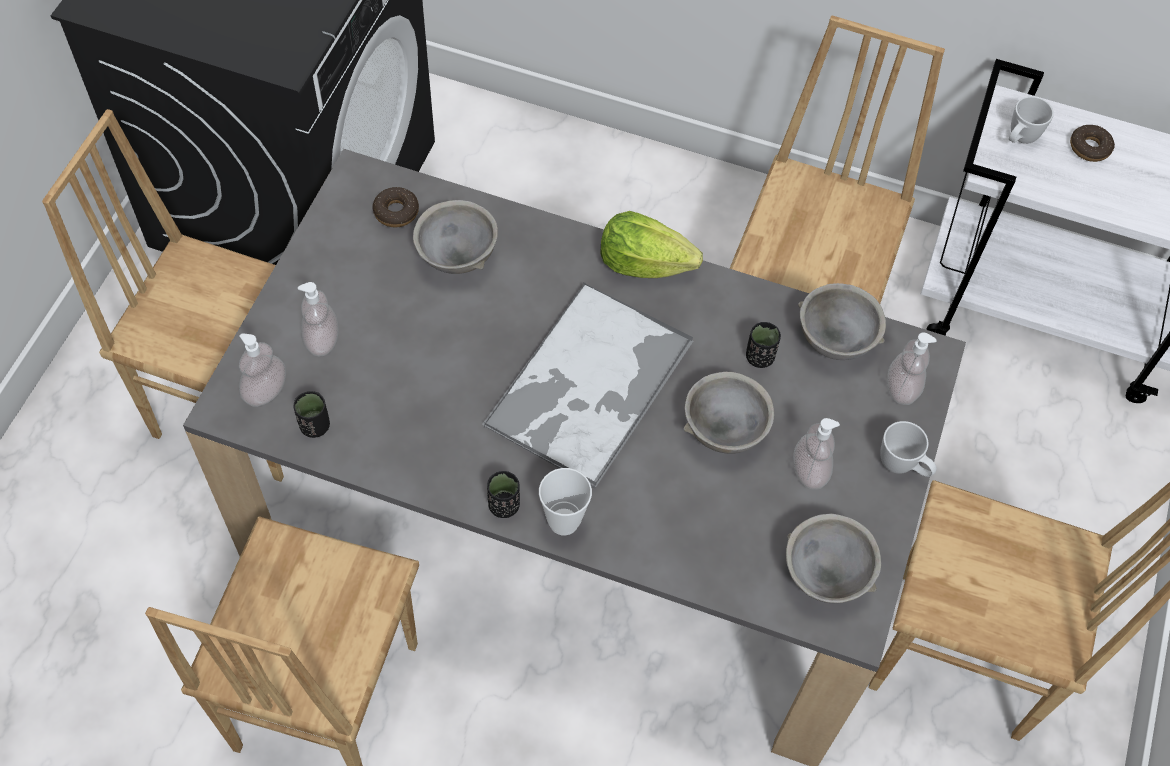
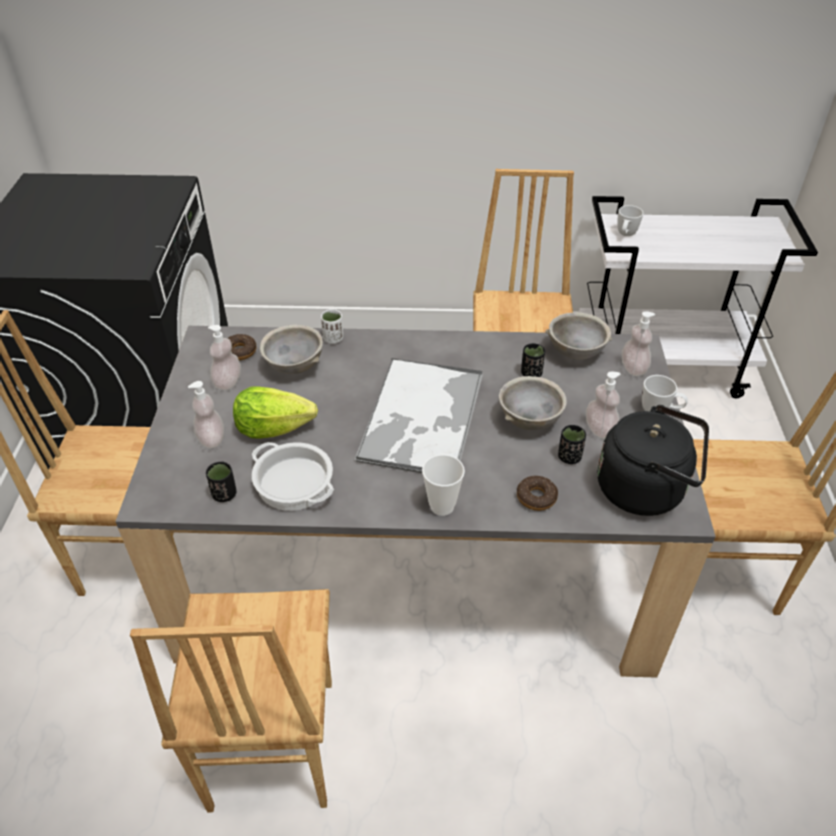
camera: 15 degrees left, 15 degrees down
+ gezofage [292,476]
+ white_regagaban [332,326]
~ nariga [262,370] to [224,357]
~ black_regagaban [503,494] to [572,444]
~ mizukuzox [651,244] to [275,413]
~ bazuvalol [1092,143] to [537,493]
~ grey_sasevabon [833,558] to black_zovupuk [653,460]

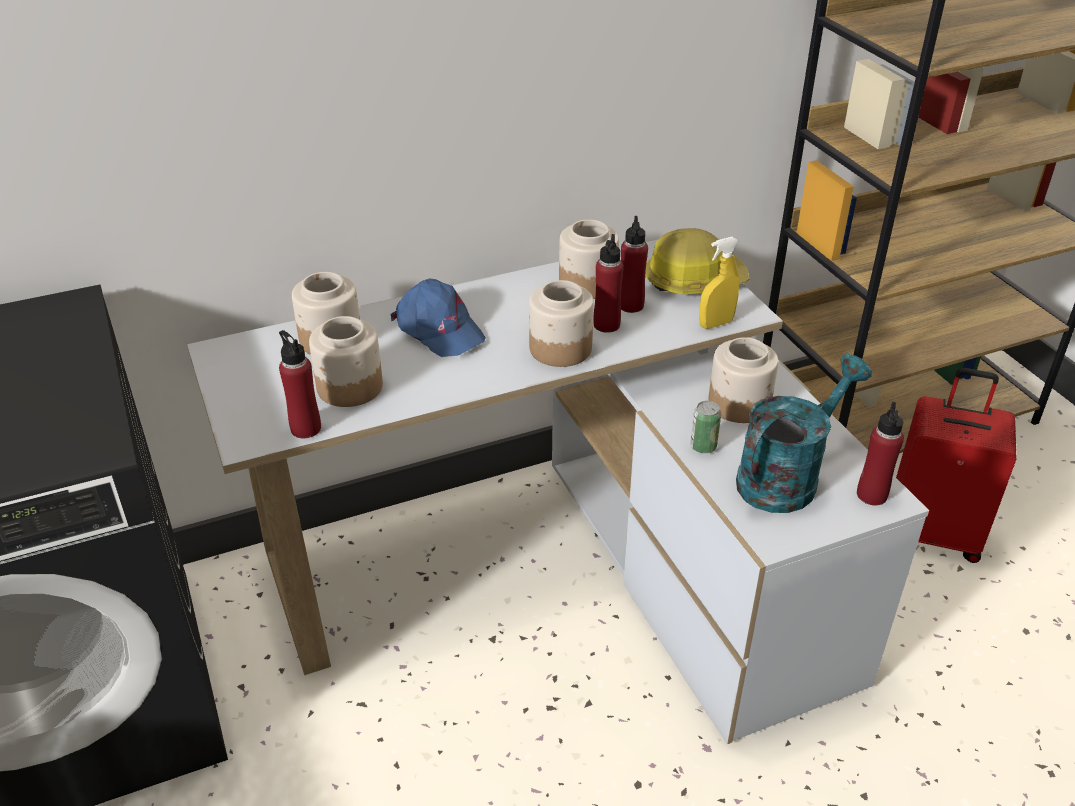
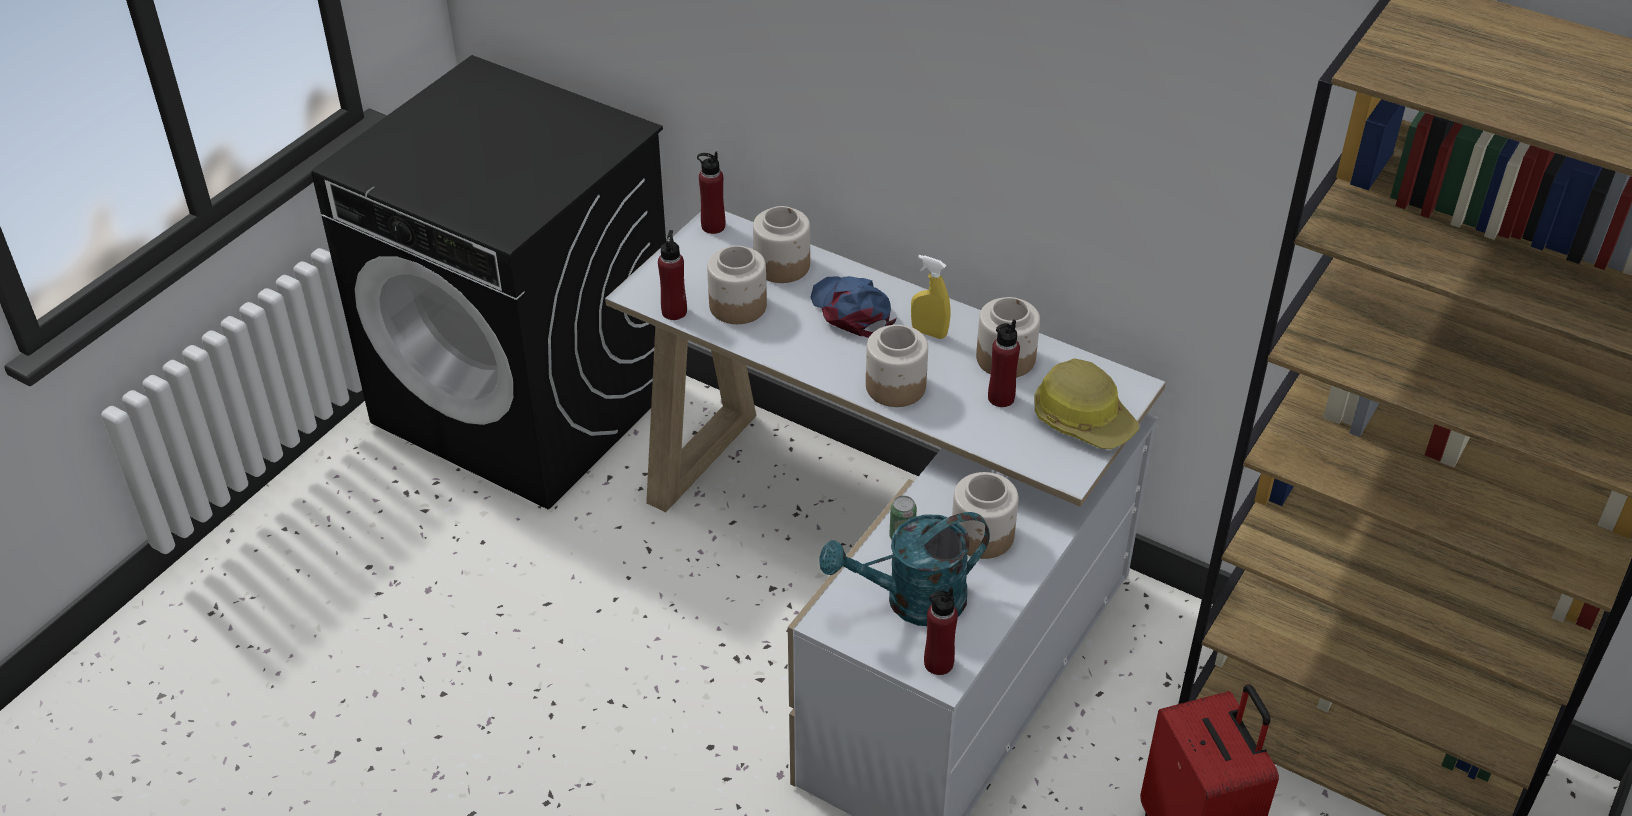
camera: 55 degrees right, 5 degrees up
~ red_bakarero [608,283] to [711,192]
~ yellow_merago [719,283] to [931,297]
~ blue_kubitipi [438,317] = [854,307] 135 degrees clockwise
~ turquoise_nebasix [804,433] = [904,569] 150 degrees clockwise

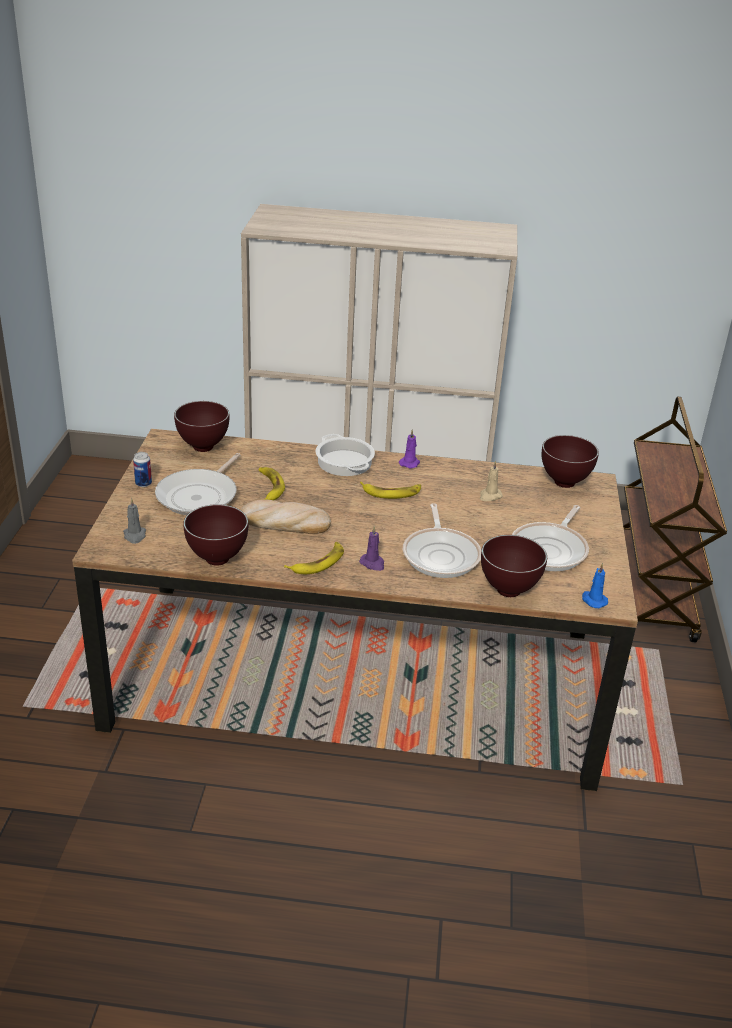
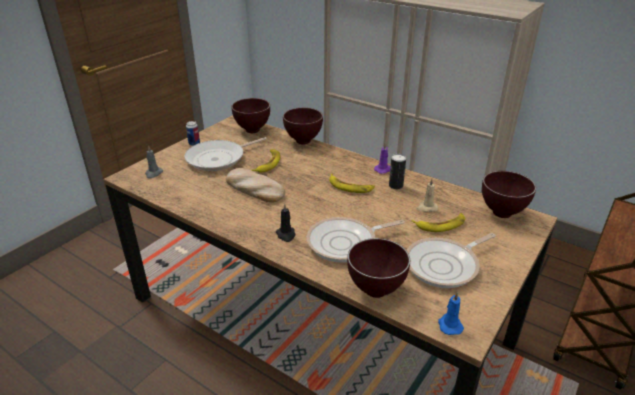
camera: 30 degrees right, 0 degrees up
- gezofage [345,455]
+ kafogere [397,171]
~ brown_sasevabon [215,535] to [303,126]
~ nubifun [314,558] to [438,222]
~ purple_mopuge [371,548] to black_mopuge [285,222]
~ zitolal [442,540] = [356,240] 45 degrees clockwise

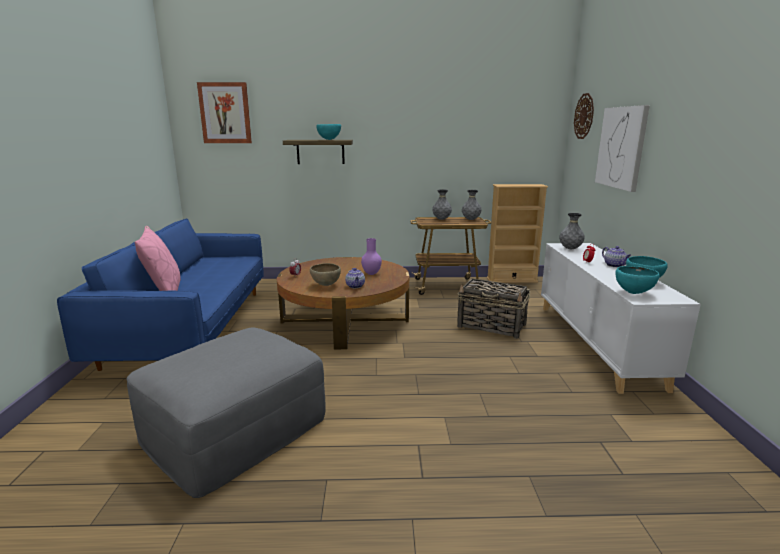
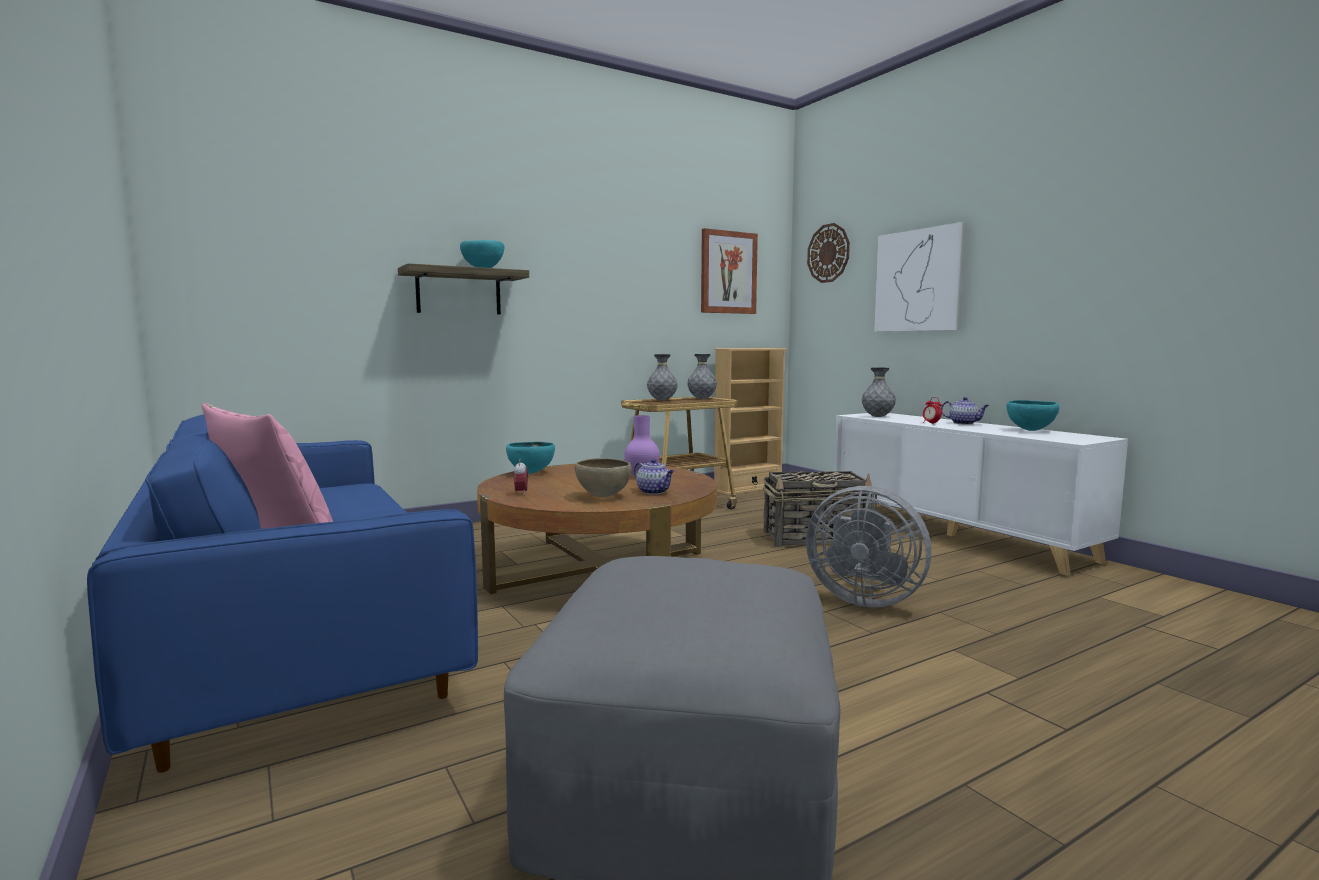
camera: 30 degrees left, 10 degrees down
+ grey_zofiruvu [869,547]
~ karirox [224,112] to [729,271]
~ turquoise_sasevabon [637,280] to [530,457]

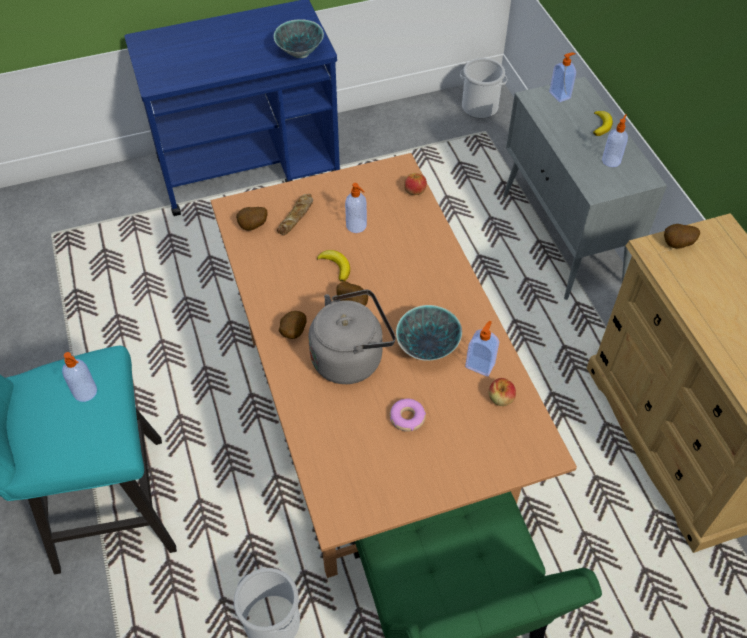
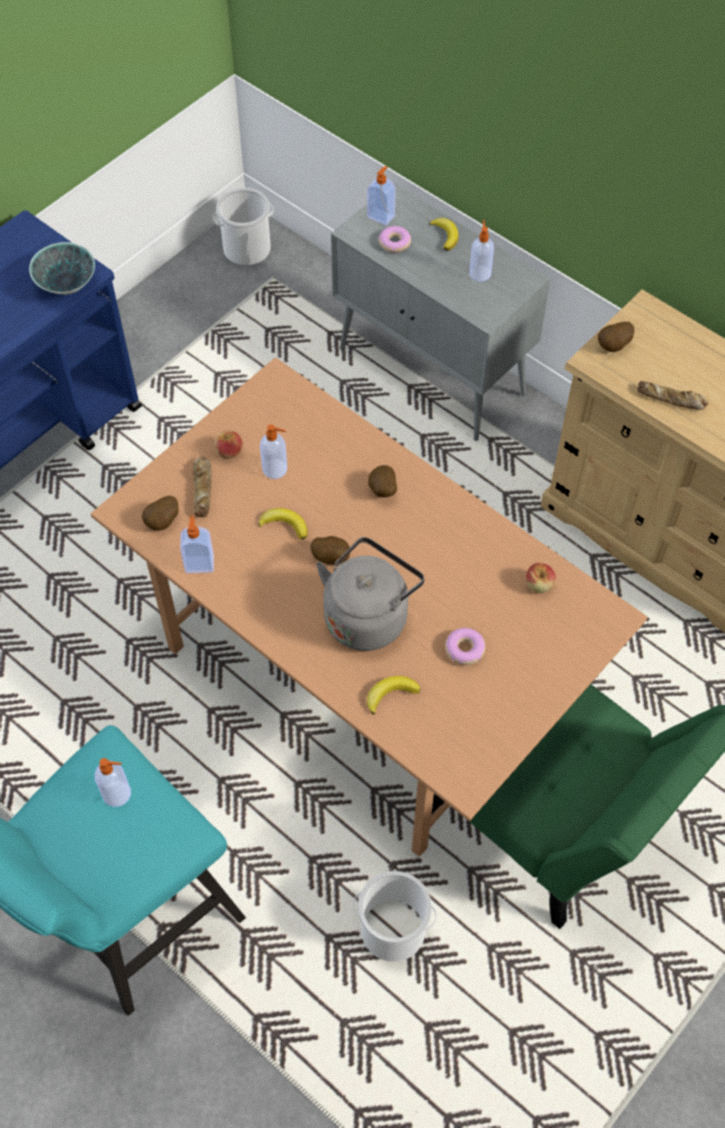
camera: 30 degrees left, 5 degrees up
- sasevabon [429,333]
+ nubifun [393,695]
+ bazuvalol [394,239]
+ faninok [672,395]
~ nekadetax [293,325] to [382,481]
~ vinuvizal [415,184] to [228,445]
~ nariga [482,349] to [197,544]

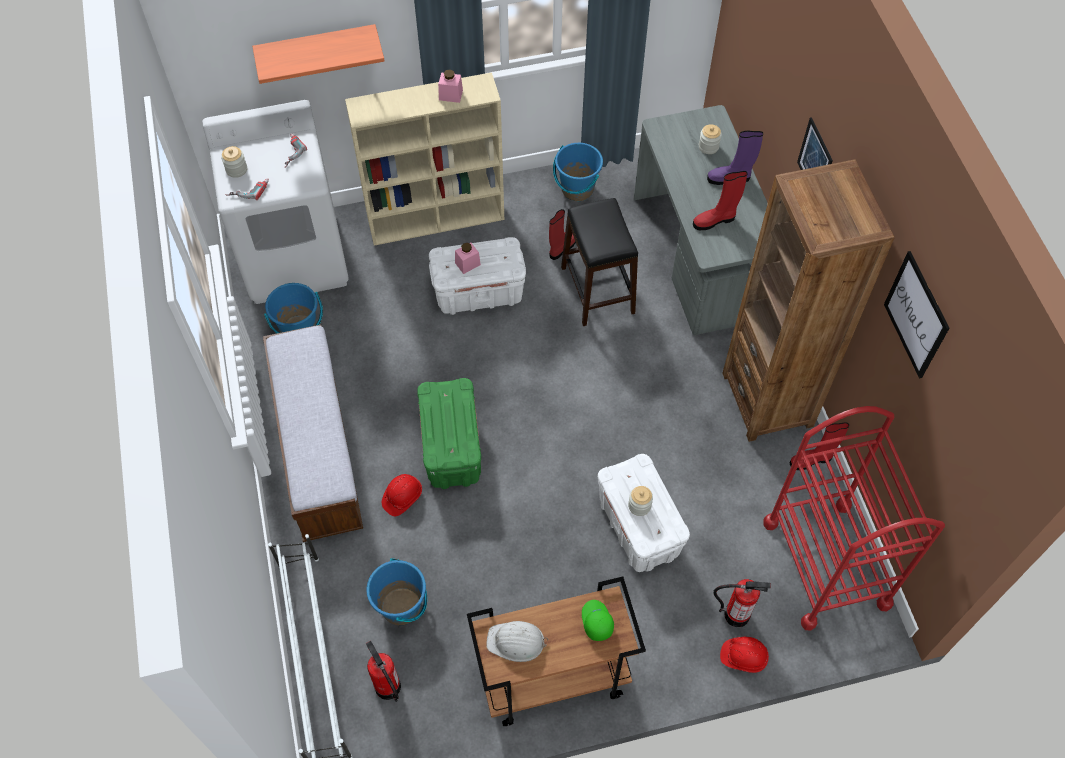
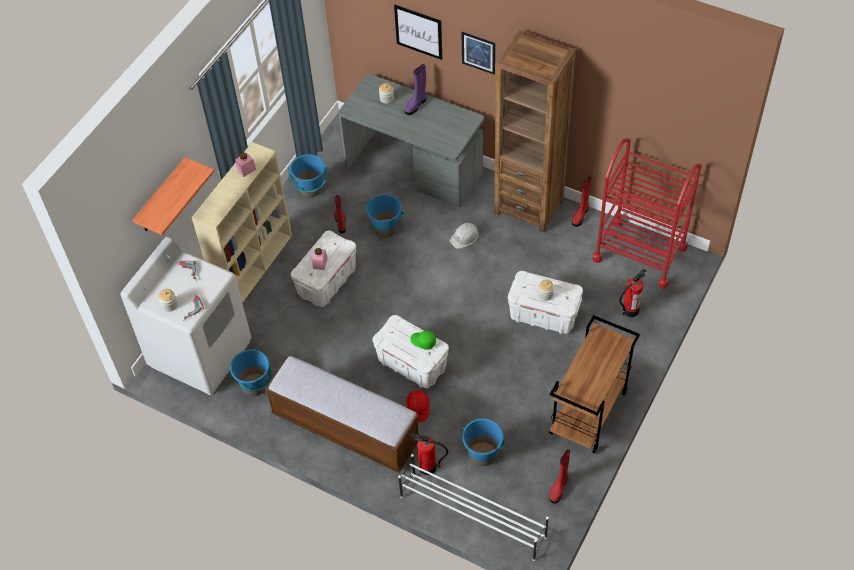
camera: 45 degrees left, 5 degrees down
- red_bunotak [744,655]
~ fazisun [383,671] to [430,454]
~ white_bunotak [517,641] to [464,236]
~ green_kubitipi [598,620] to [423,340]
~ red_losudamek [720,200] to [559,477]
~ karirox [916,315] to [418,32]
~ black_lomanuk [599,262] to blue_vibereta [384,216]
~ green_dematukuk [449,433] to white_dematukuk [411,351]

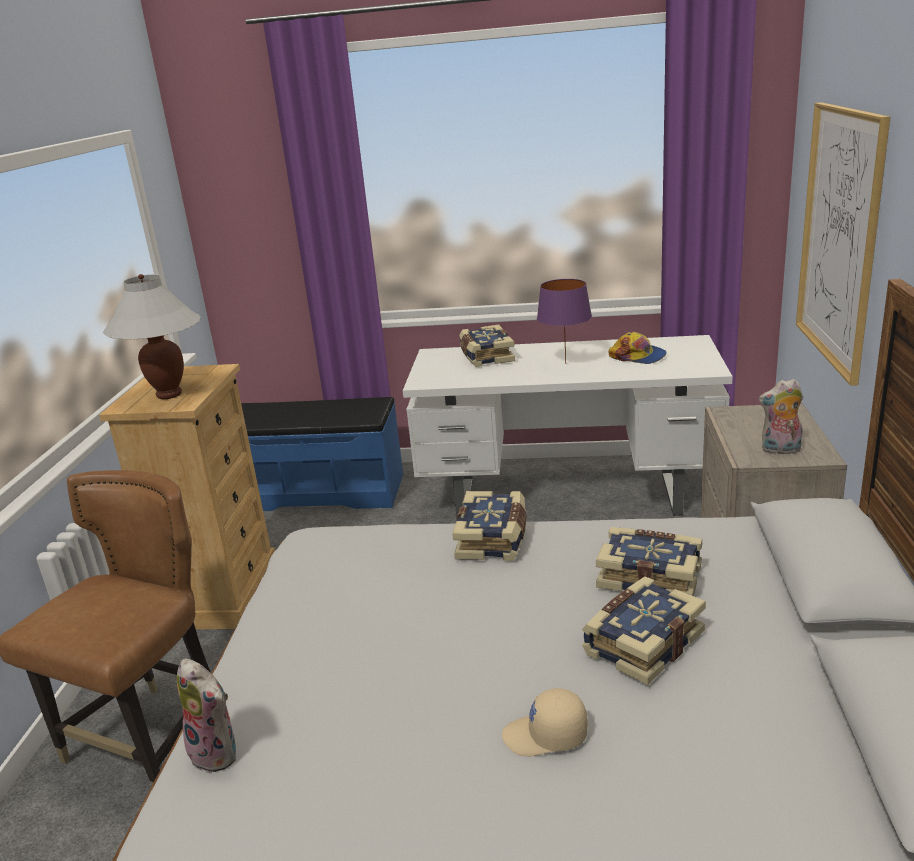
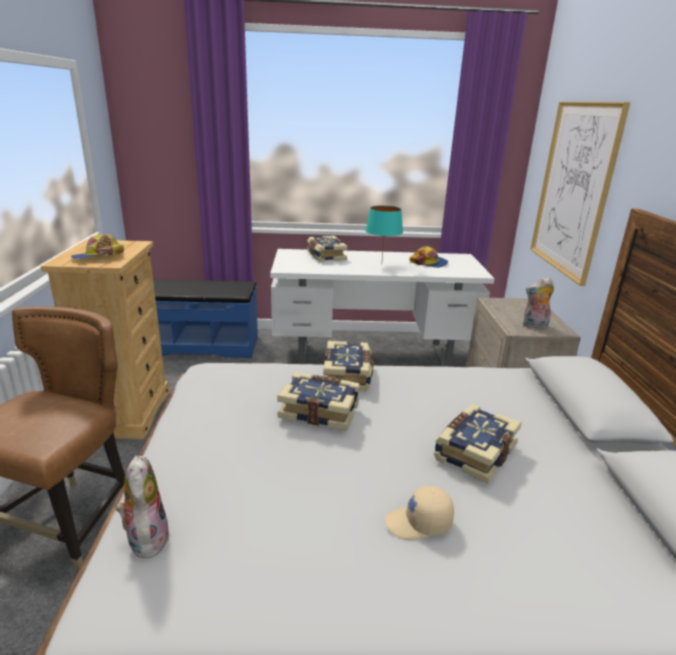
camera: 10 degrees left, 0 degrees up
~ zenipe [649,561] to [318,401]
~ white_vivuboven [152,336] to kubitipi [97,246]
~ purple_vivuboven [564,321] to turquoise_vivuboven [384,231]
~ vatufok [206,716] = [143,507] 135 degrees counterclockwise

